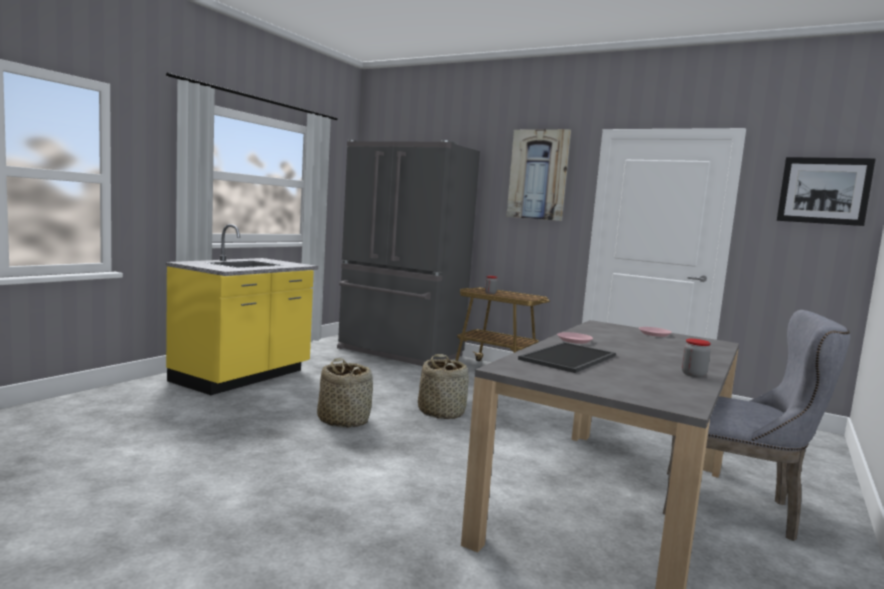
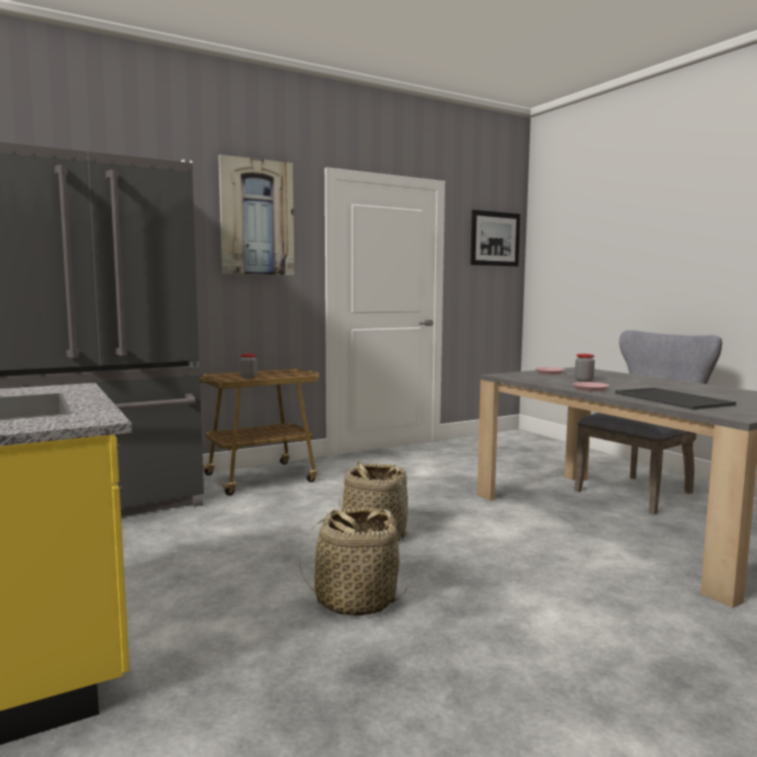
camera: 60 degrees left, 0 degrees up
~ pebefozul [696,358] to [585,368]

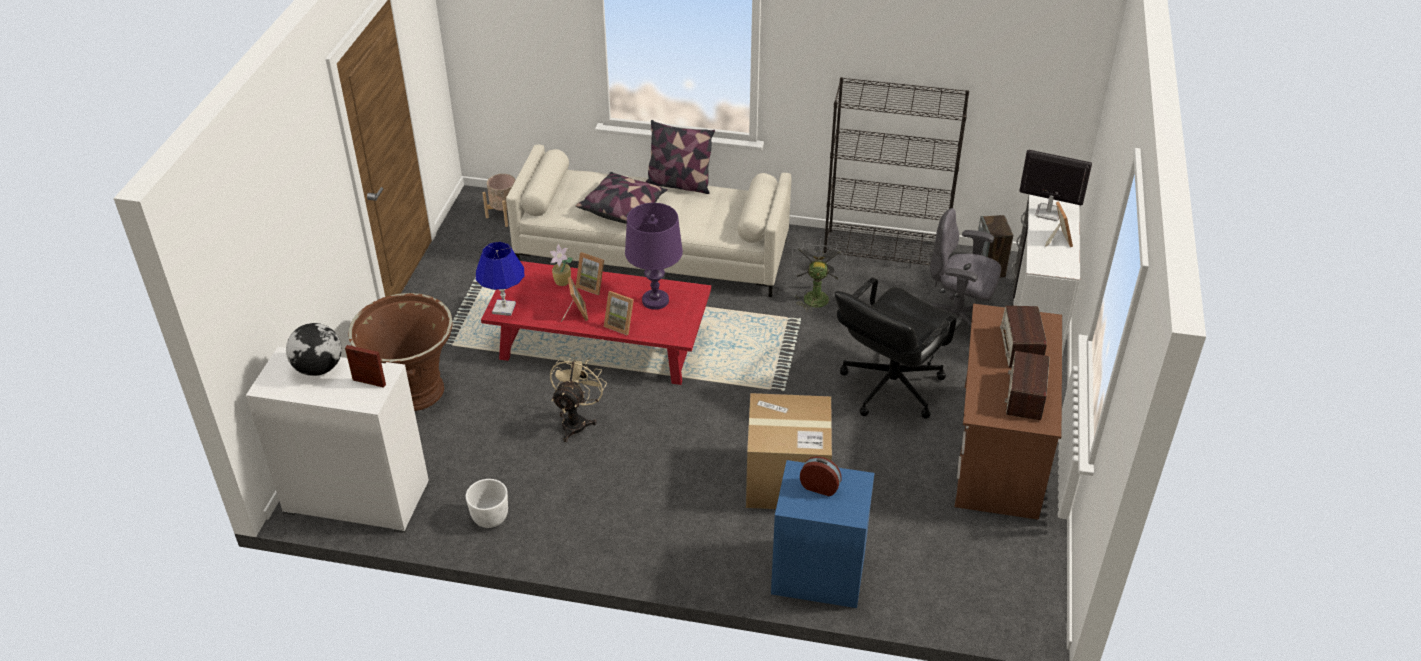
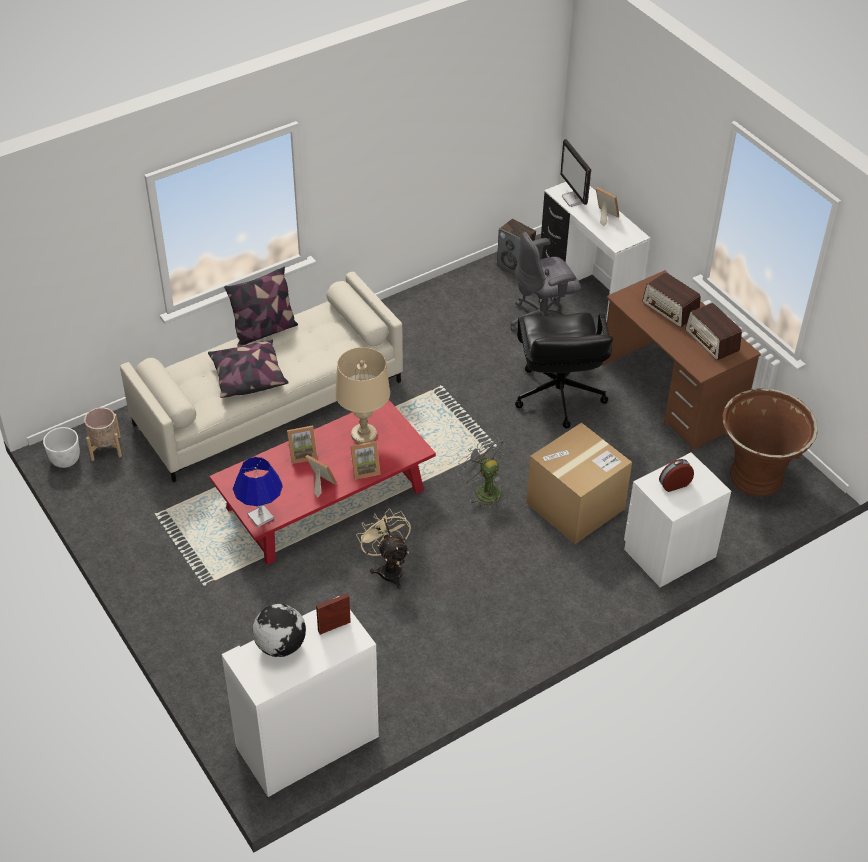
camera: 45 degrees left, 5 degrees up
- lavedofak [561,265]
- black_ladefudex [896,171]
~ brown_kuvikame [400,352] to [770,442]
~ white_kuvikame [487,503] to [61,447]
~ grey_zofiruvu [818,275] to [481,472]
~ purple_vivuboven [654,256] to beige_vivuboven [362,395]
~ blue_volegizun [822,534] to white_volegizun [677,519]
~ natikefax [1055,185] = [575,173] 90 degrees counterclockwise

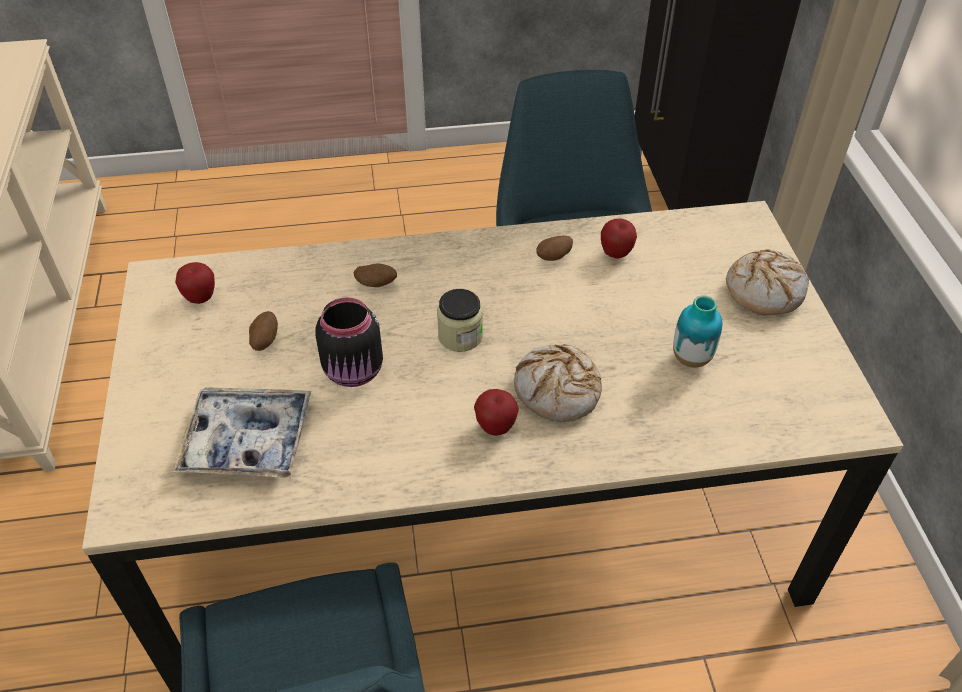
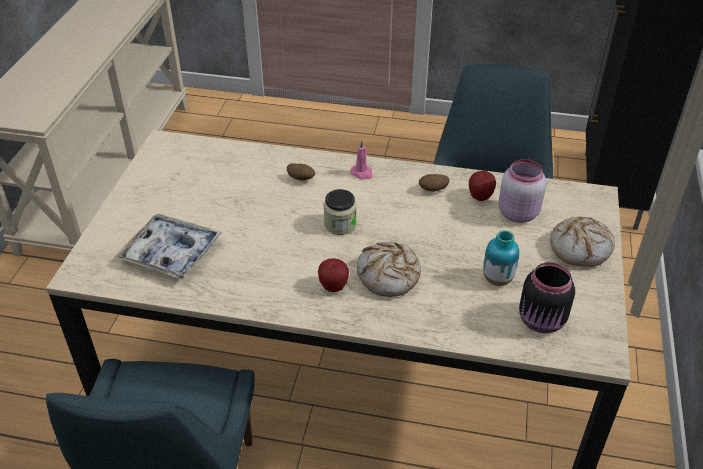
camera: 20 degrees right, 5 degrees down
- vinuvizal [195,283]
- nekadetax [263,331]
+ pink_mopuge [361,159]
+ pink_pebefozul [522,191]
~ black_pebefozul [349,342] to [547,297]

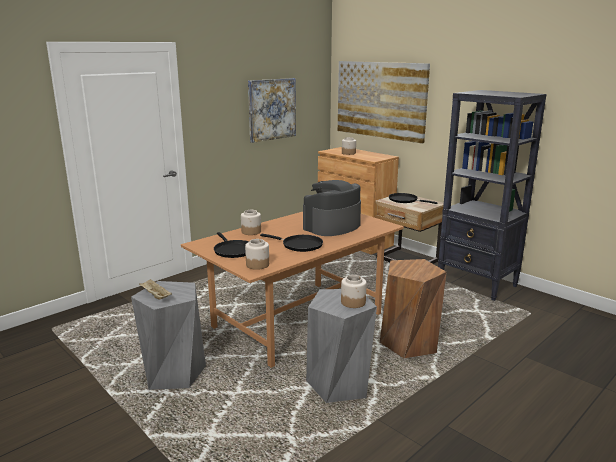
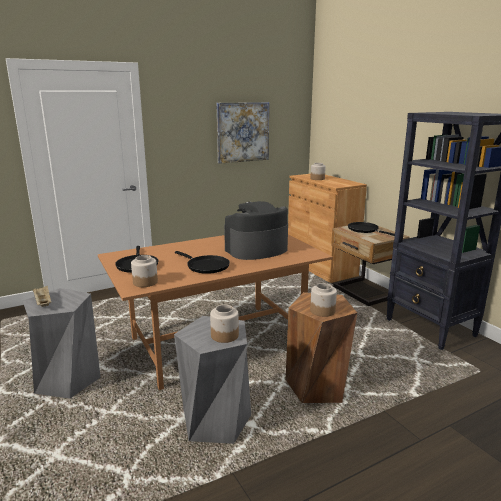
camera: 15 degrees right, 0 degrees up
- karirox [384,102]
~ pebefozul [251,222] to [323,300]

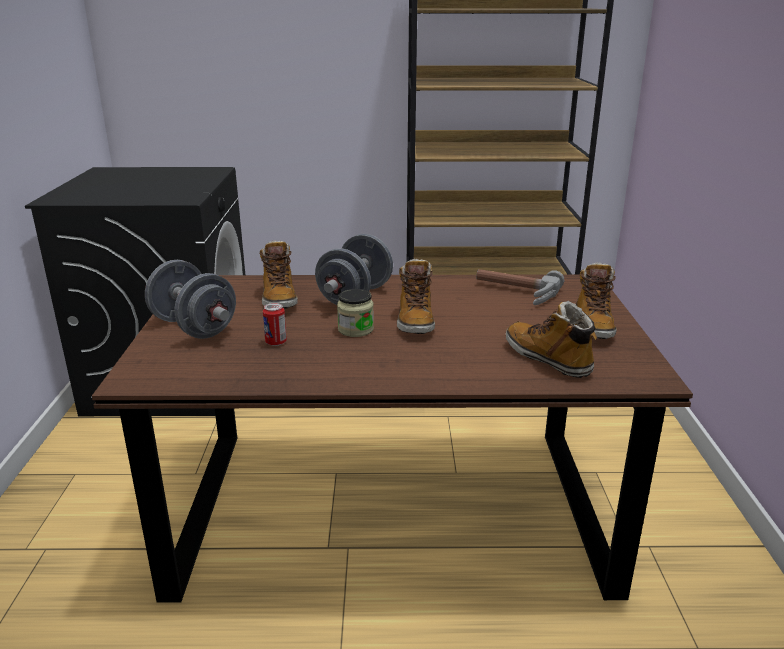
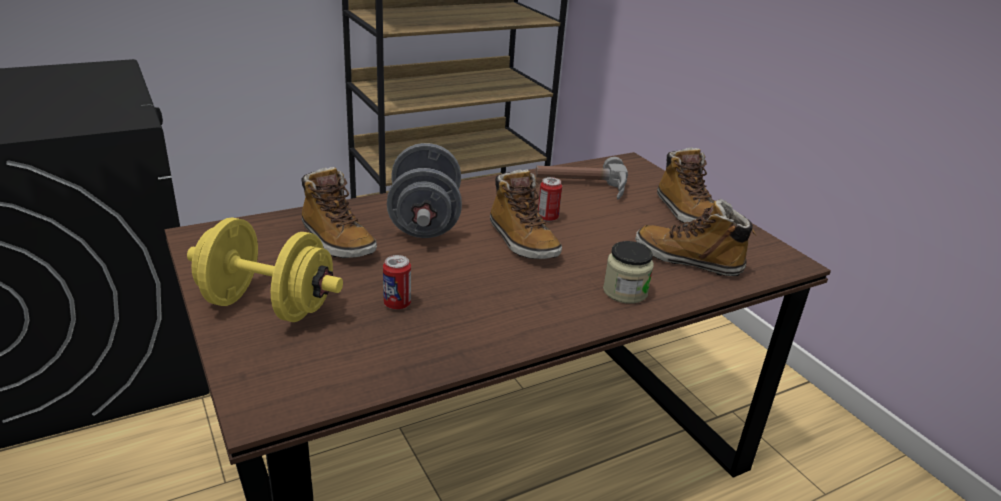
camera: 30 degrees left, 5 degrees up
+ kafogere [550,199]
~ pebefozul [355,313] to [628,272]
~ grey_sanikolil [190,299] to yellow_sanikolil [265,269]

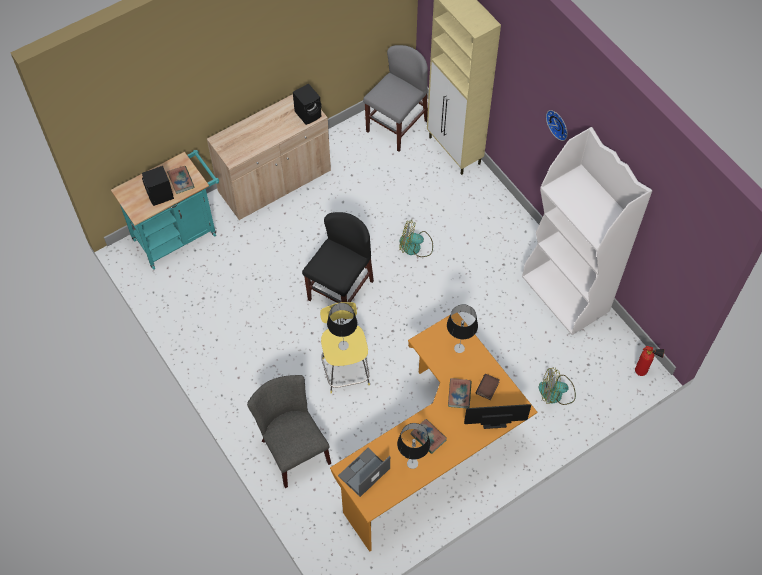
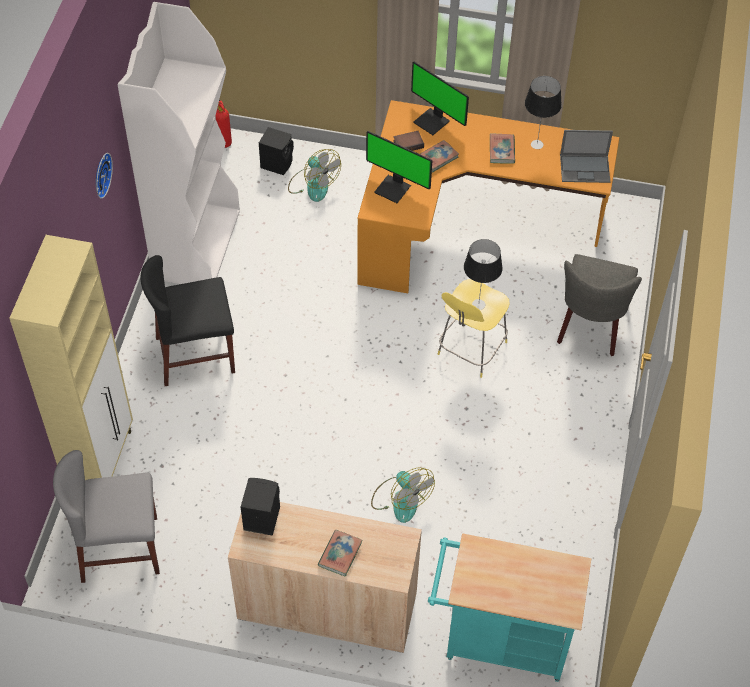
camera: 135 degrees left, 5 degrees down
~ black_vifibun [158,186] to [276,151]
~ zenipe [180,180] to [340,553]
~ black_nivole [338,266] to [188,320]
~ zofiruvu [416,238] to [403,495]
~ vivuboven [462,328] to natikefax [399,167]

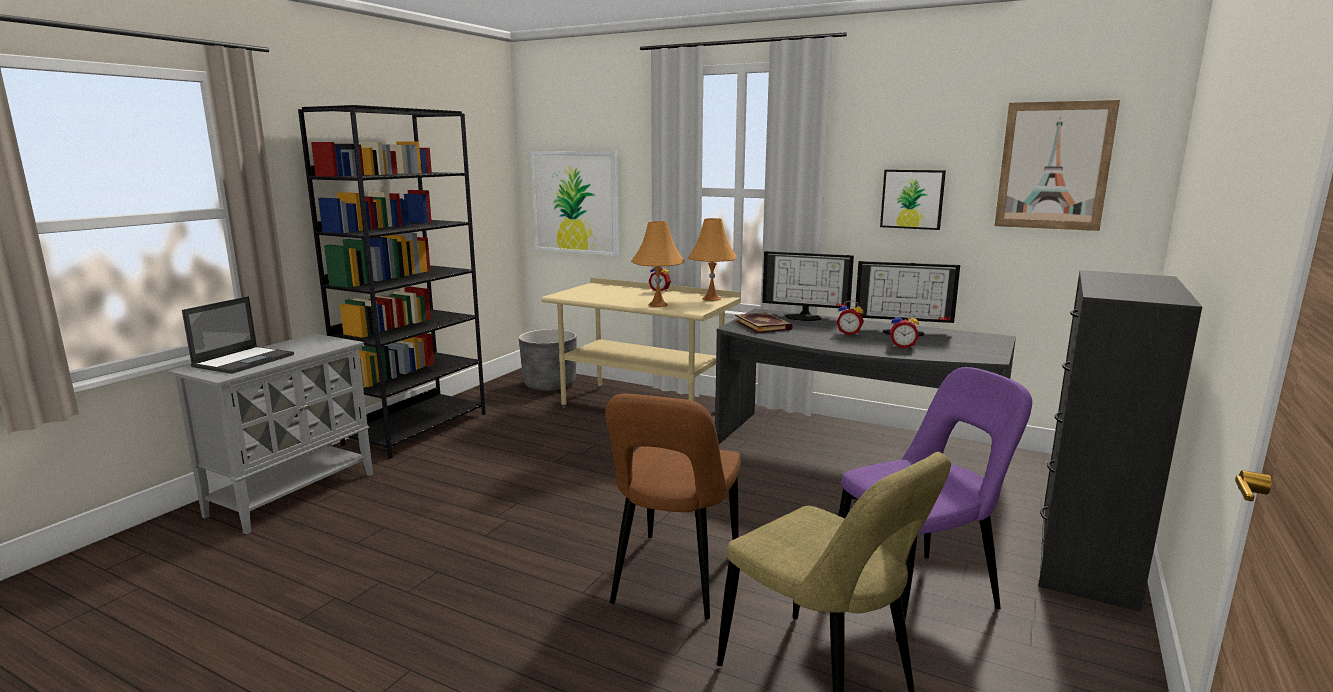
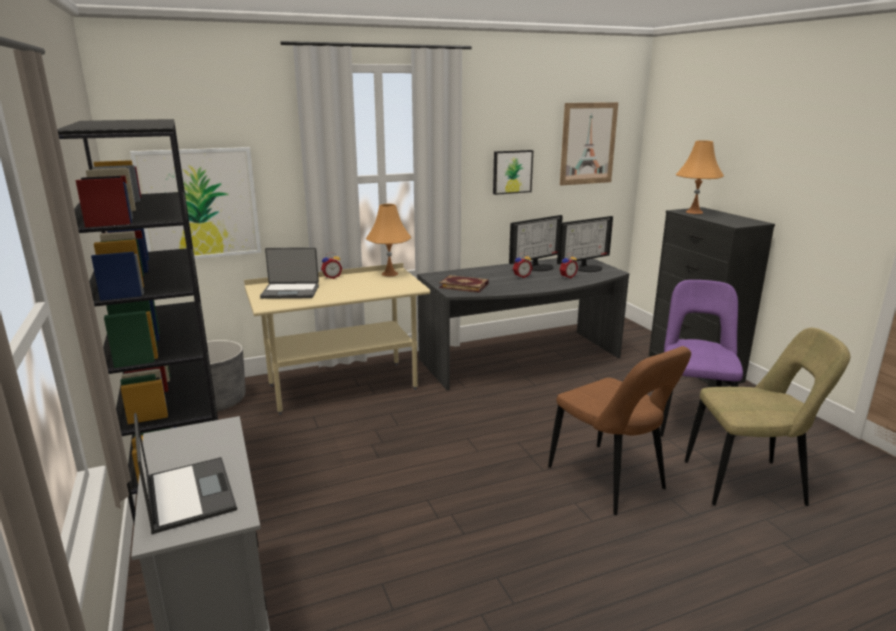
camera: 50 degrees left, 5 degrees up
+ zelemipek [289,273]
~ orange_vivuboven [658,264] to [700,177]
~ natikefax [808,286] to [585,244]

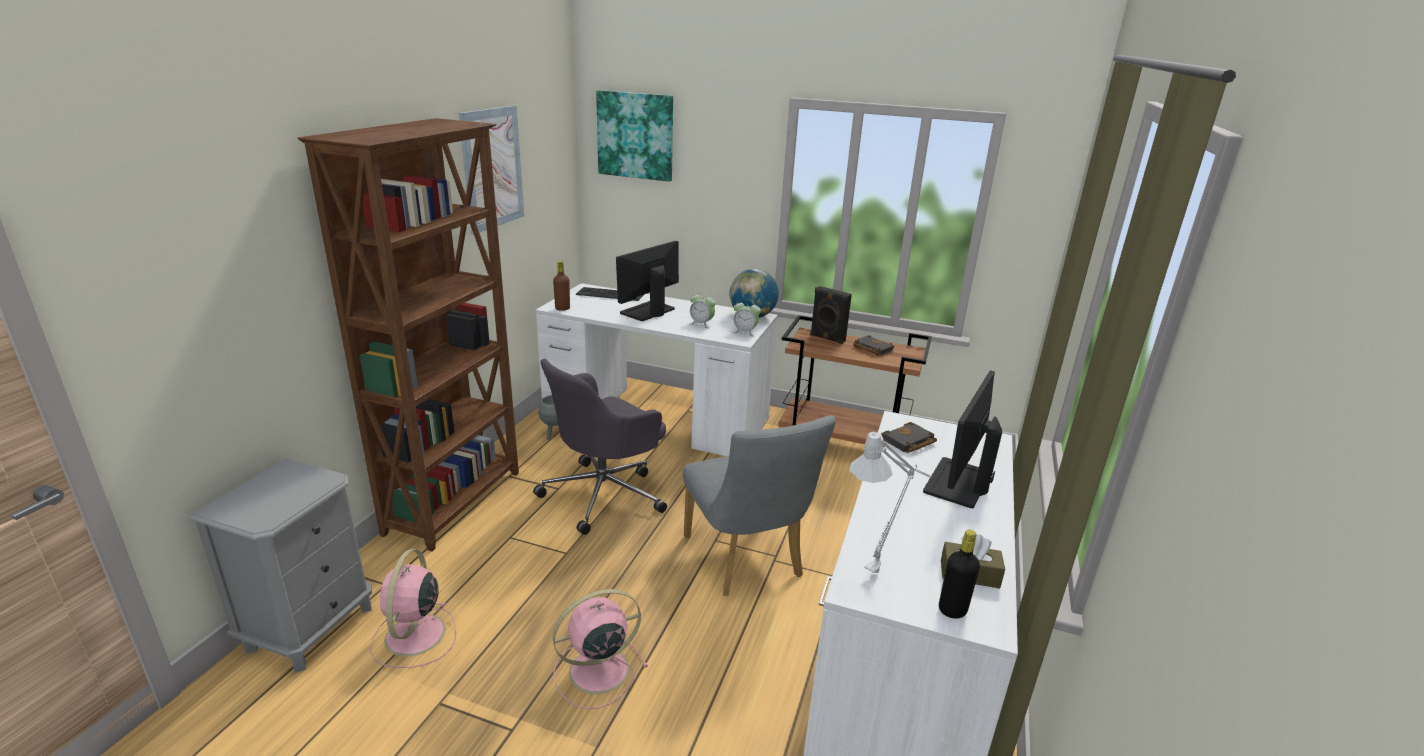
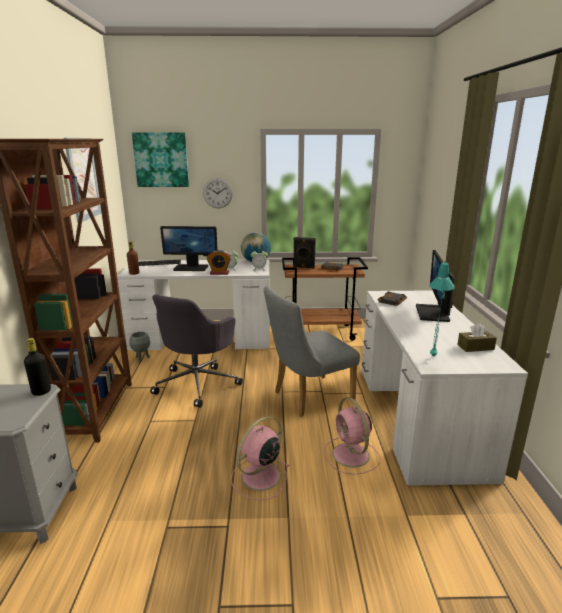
camera: 20 degrees left, 5 degrees down
+ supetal [218,193]
+ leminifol [219,262]
~ pink_zofiruvu [413,608] to [352,436]
~ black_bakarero [959,574] to [37,367]
~ grey_vivuboven [890,502] to turquoise_vivuboven [442,309]
~ natikefax [647,281] = [189,248] 105 degrees counterclockwise
~ grey_nivole [759,505] = [312,351] 105 degrees clockwise

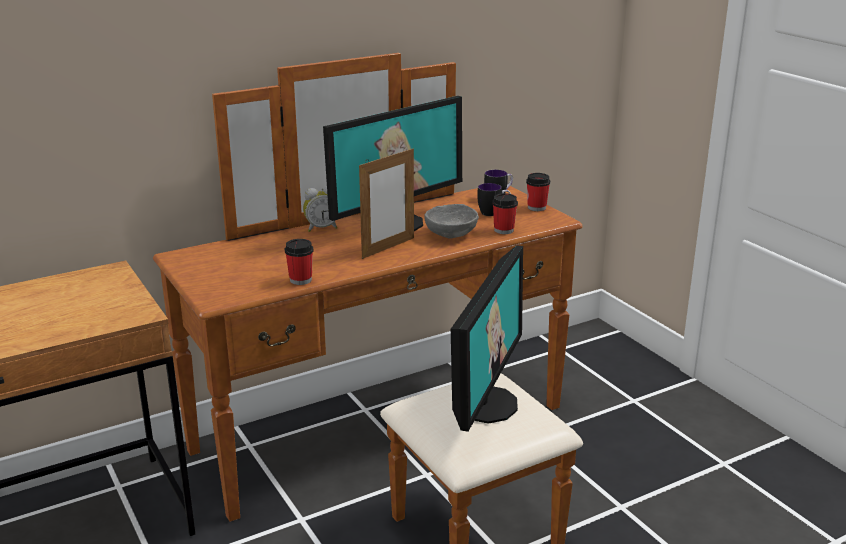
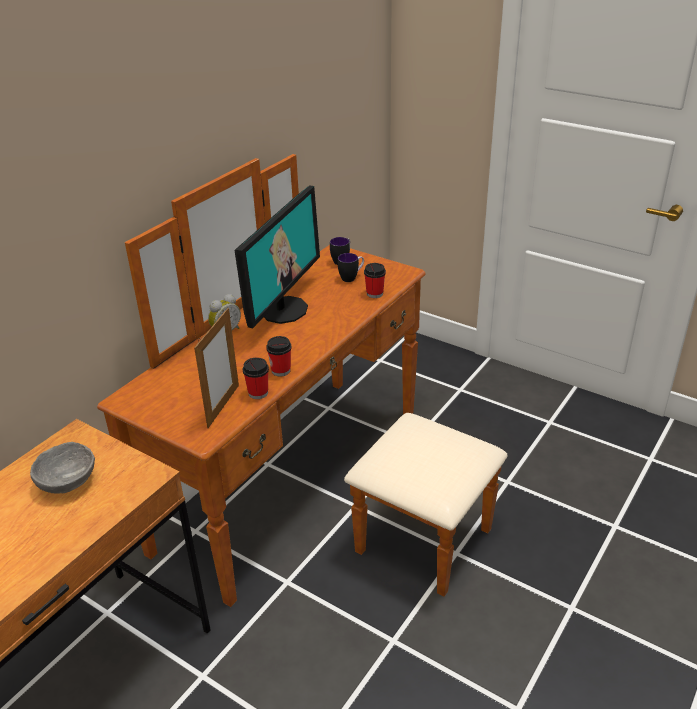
camera: 25 degrees left, 10 degrees up
- natikefax [487,338]
~ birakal [386,203] to [216,368]
~ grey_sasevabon [451,221] to [62,468]
~ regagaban [538,192] to [279,356]

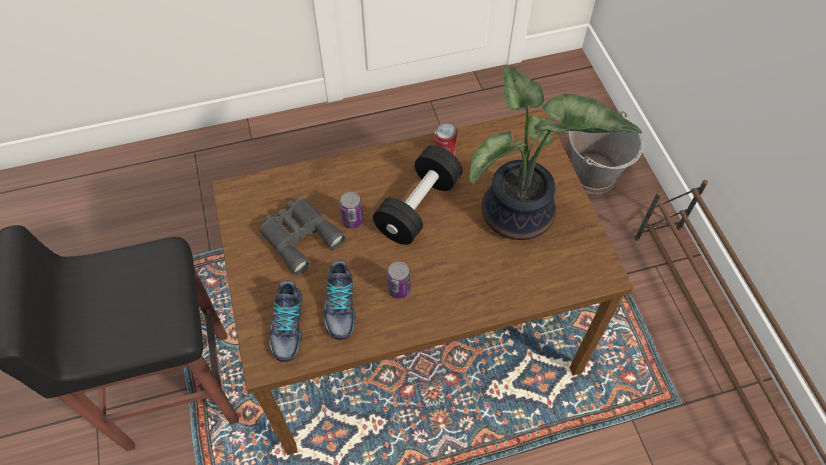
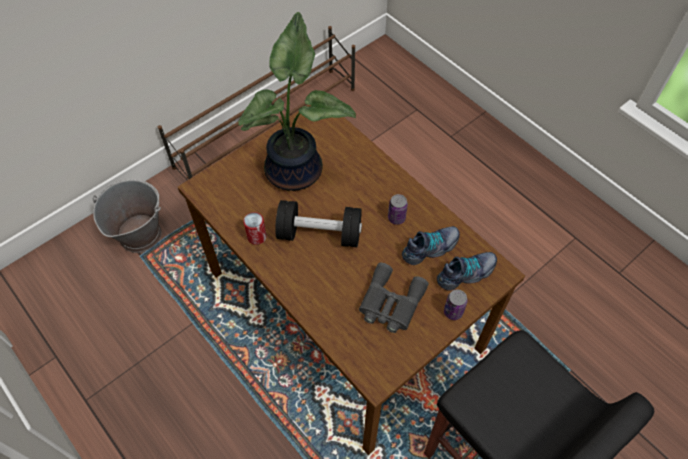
camera: 115 degrees left, 0 degrees up
~ kafogere [351,210] to [456,305]

